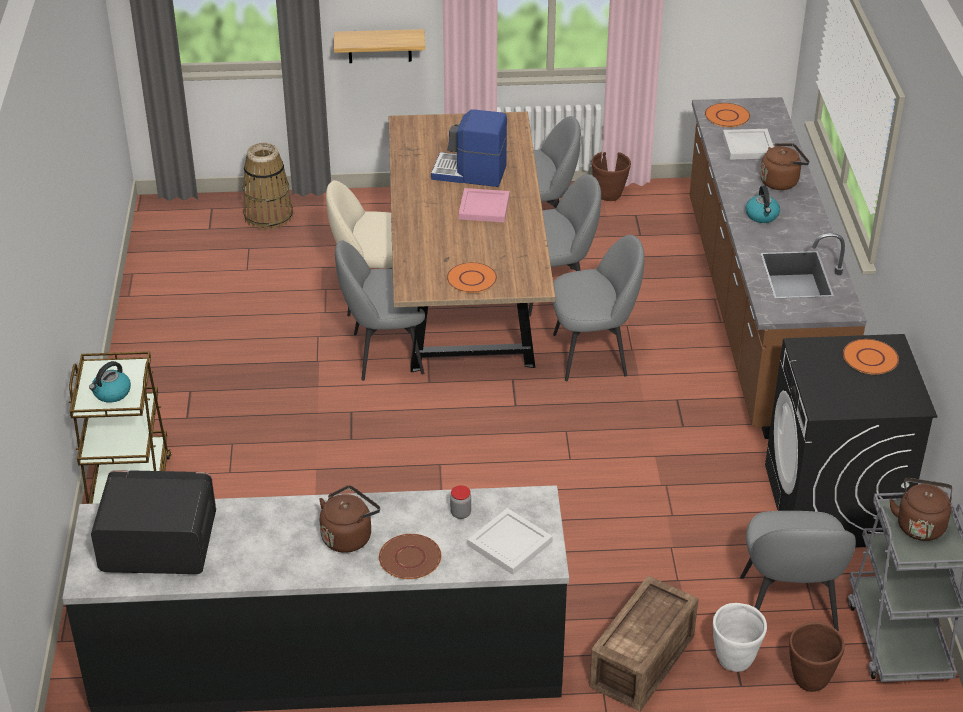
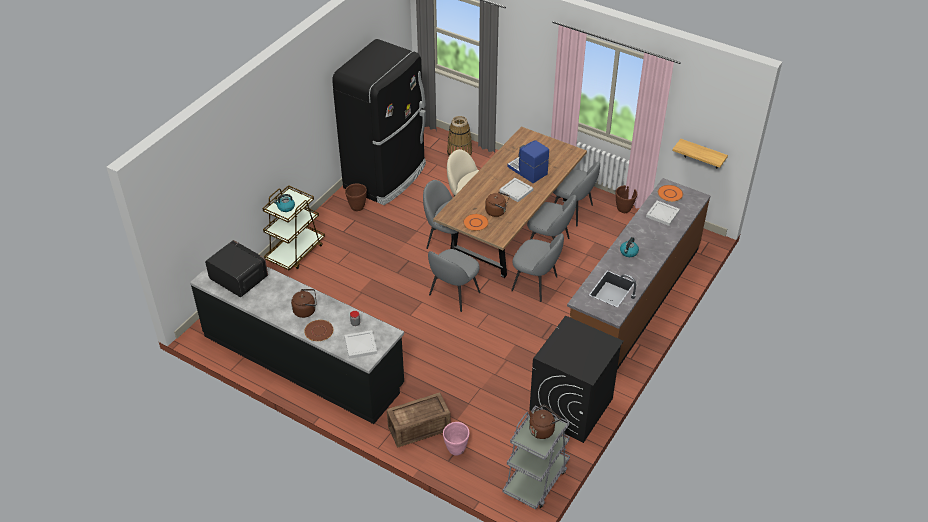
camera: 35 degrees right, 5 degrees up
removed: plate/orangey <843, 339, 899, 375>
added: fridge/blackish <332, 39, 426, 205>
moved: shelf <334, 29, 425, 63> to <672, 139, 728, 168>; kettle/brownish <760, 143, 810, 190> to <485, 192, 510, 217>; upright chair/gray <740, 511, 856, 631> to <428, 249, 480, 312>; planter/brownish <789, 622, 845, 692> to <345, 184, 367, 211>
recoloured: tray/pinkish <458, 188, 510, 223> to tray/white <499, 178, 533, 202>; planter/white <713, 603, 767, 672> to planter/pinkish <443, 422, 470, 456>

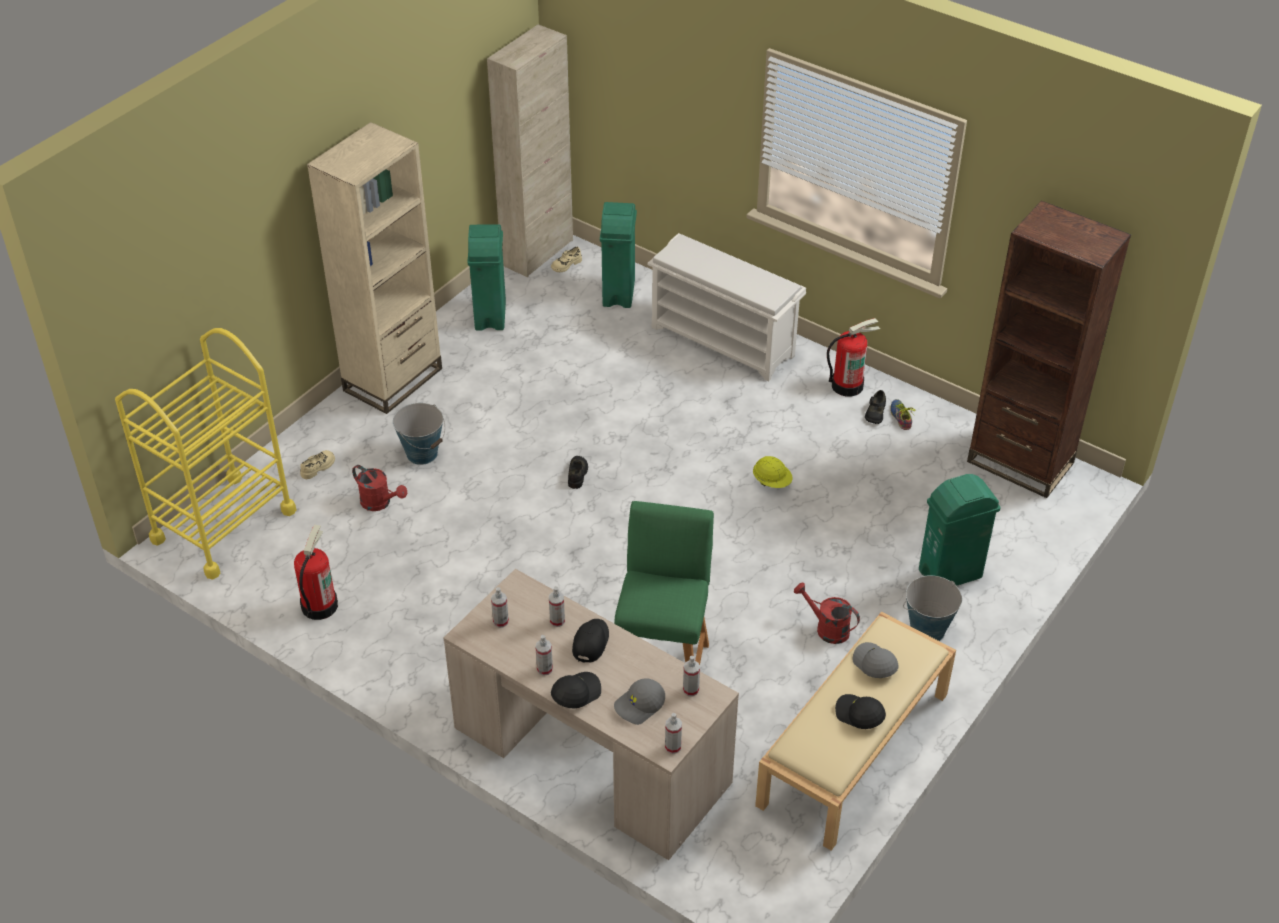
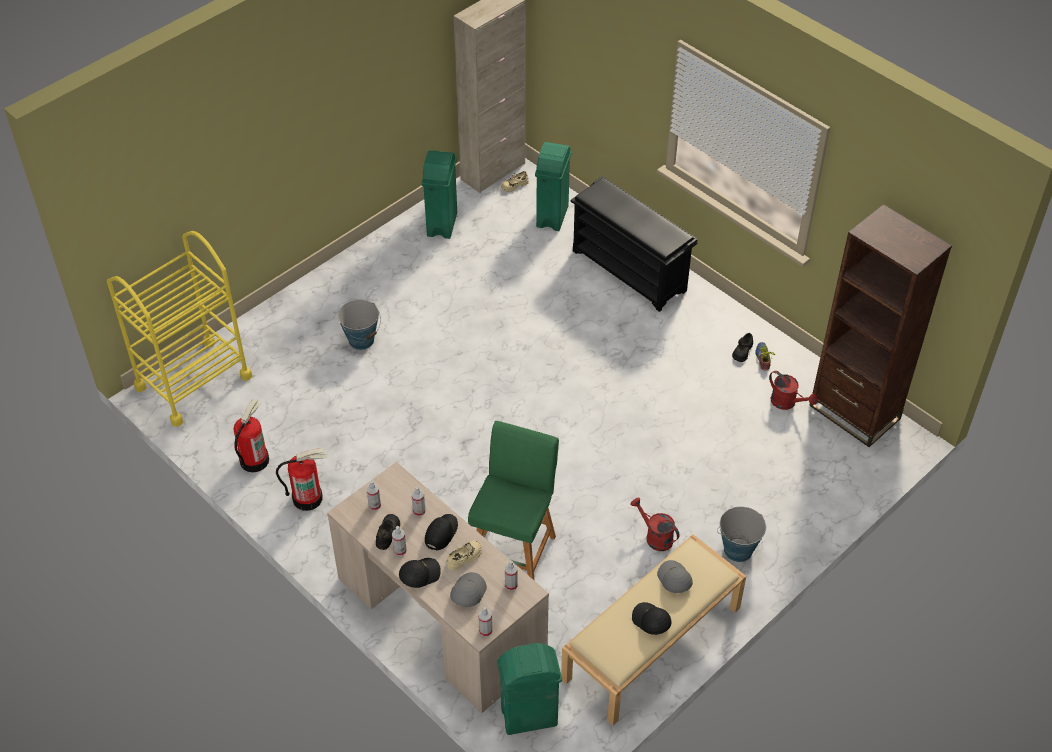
camera: 10 degrees right, 5 degrees up
removed: shelving unit/sand-coloured <307, 122, 442, 414>; work helmet/yellowish <753, 456, 793, 488>
moved: extinguisher <827, 318, 880, 397> to <276, 448, 328, 511>; low shoe/sand-coloured <300, 450, 335, 480> to <446, 541, 482, 571>; low shoe/blackish <568, 456, 588, 489> to <376, 514, 400, 550>; watering can/red <352, 465, 407, 511> to <769, 371, 817, 410>; waste bin/green-coloured <919, 474, 1000, 586> to <497, 643, 562, 735>
recoloured: shoe rack/white <648, 233, 806, 381> to shoe rack/blackish <571, 176, 697, 312>
turned: baseball cap/gray <614, 678, 665, 725> = <450, 572, 487, 607> 135 degrees clockwise

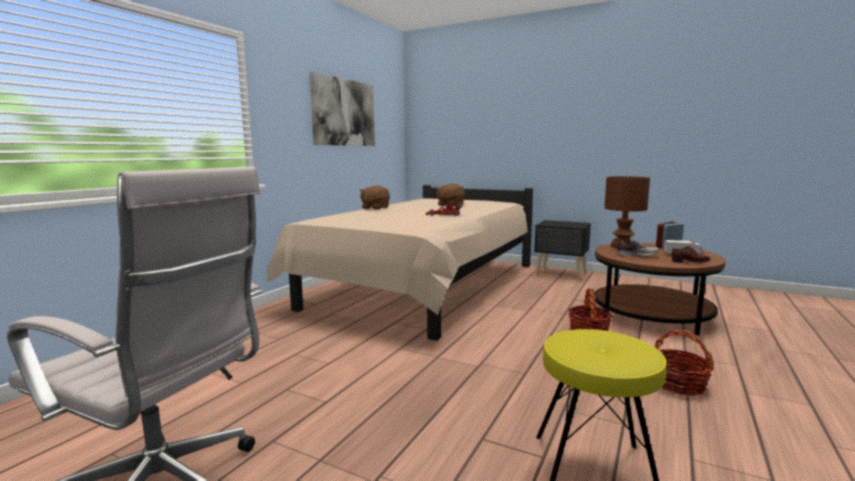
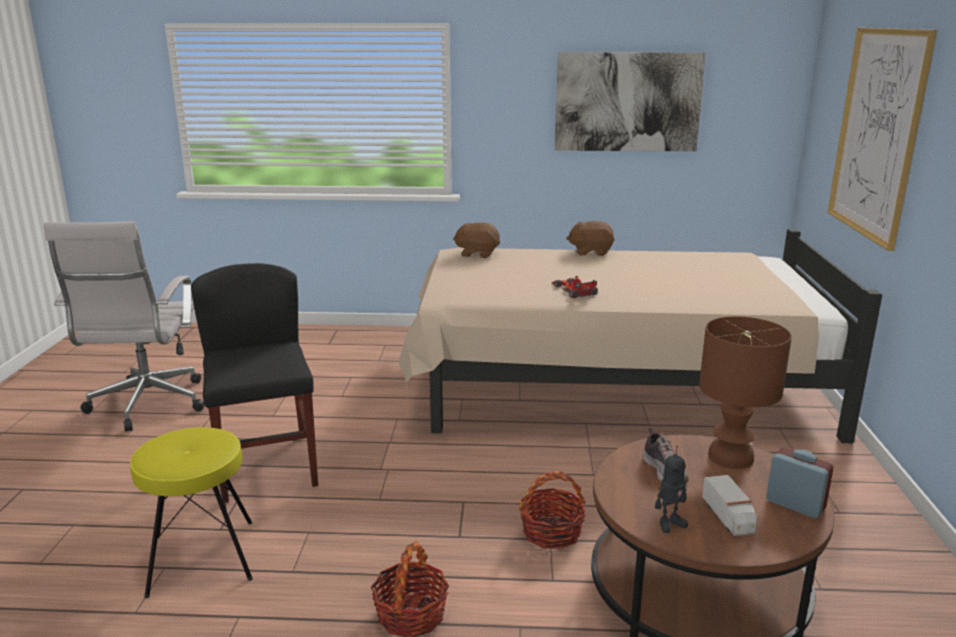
camera: 65 degrees right, 10 degrees up
removed: night table/blackish <535, 220, 591, 280>
added: wall art <827, 28, 937, 251>; upright chair/blackish <191, 263, 318, 503>
moved: soft toy/brownish <436, 183, 465, 207> to <453, 223, 500, 258>
replaced: low shoe/brownish <672, 246, 710, 263> to toy robot <655, 446, 688, 533>

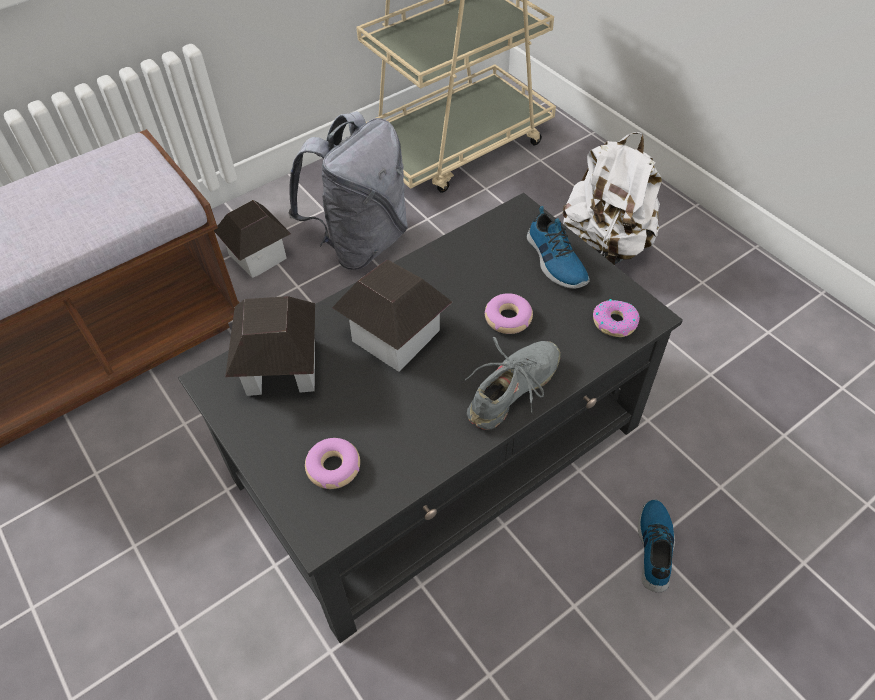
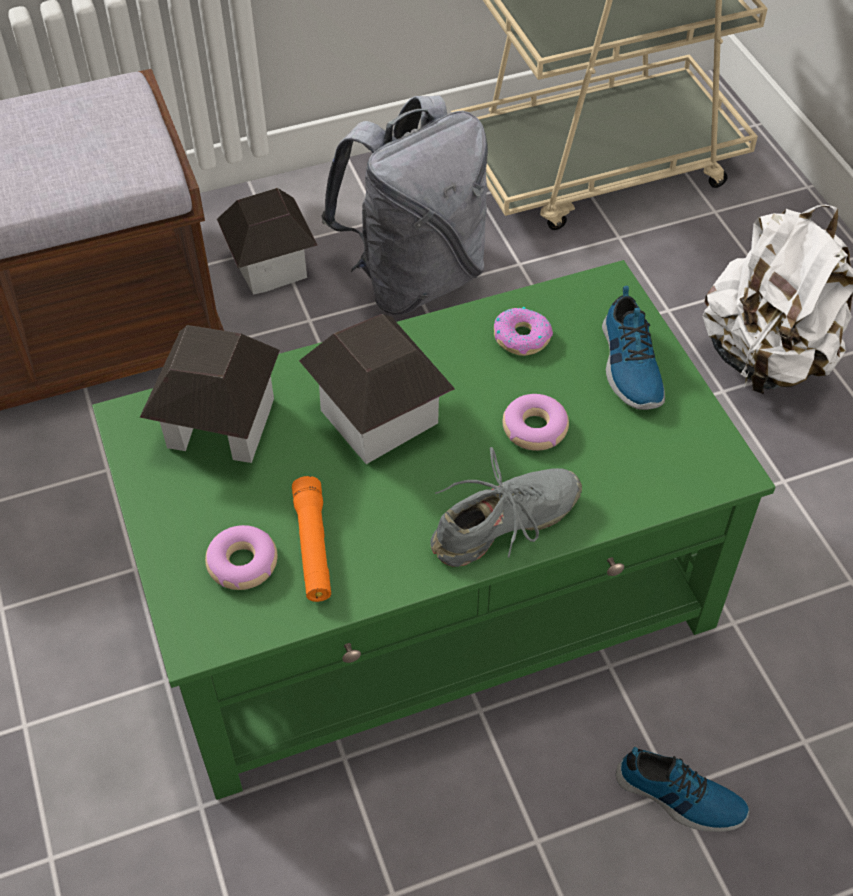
camera: 15 degrees right, 0 degrees up
added: hand torch/orangey <292, 476, 331, 602>
moved: ring doughnut <593, 299, 640, 337> to <494, 307, 553, 356>
recoloured: low table/blackish <178, 193, 683, 643> to low table/green-coloured <92, 260, 776, 800>
turned: low shoe <638, 500, 675, 593> = <616, 747, 750, 832> 90 degrees clockwise

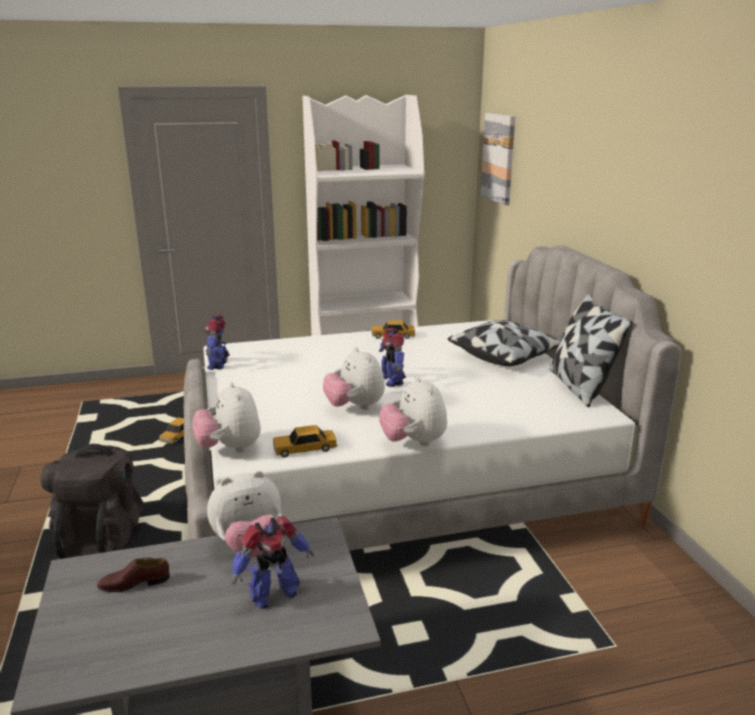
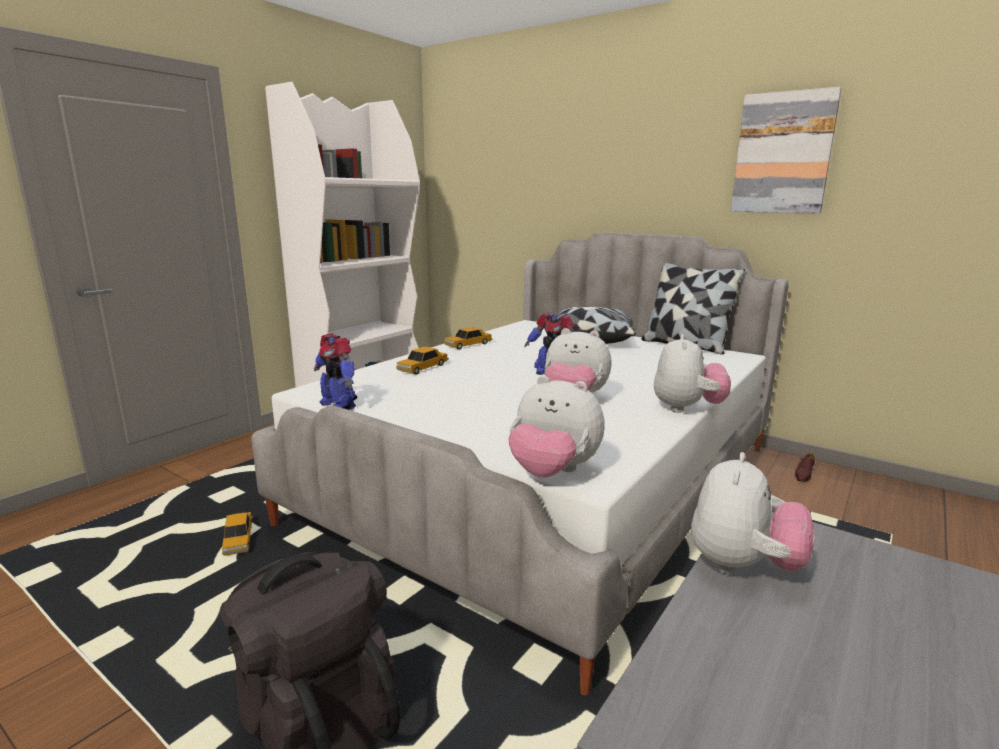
camera: 40 degrees left, 5 degrees down
removed: toy robot <231, 516, 314, 609>
moved: wall art <481, 113, 515, 205> to <731, 87, 842, 214>; toy car <273, 425, 338, 457> to <396, 346, 449, 375>; low shoe/brownish <97, 557, 170, 592> to <795, 453, 815, 482>
turned: soft toy <379, 376, 447, 446> = <654, 334, 731, 413> 105 degrees counterclockwise

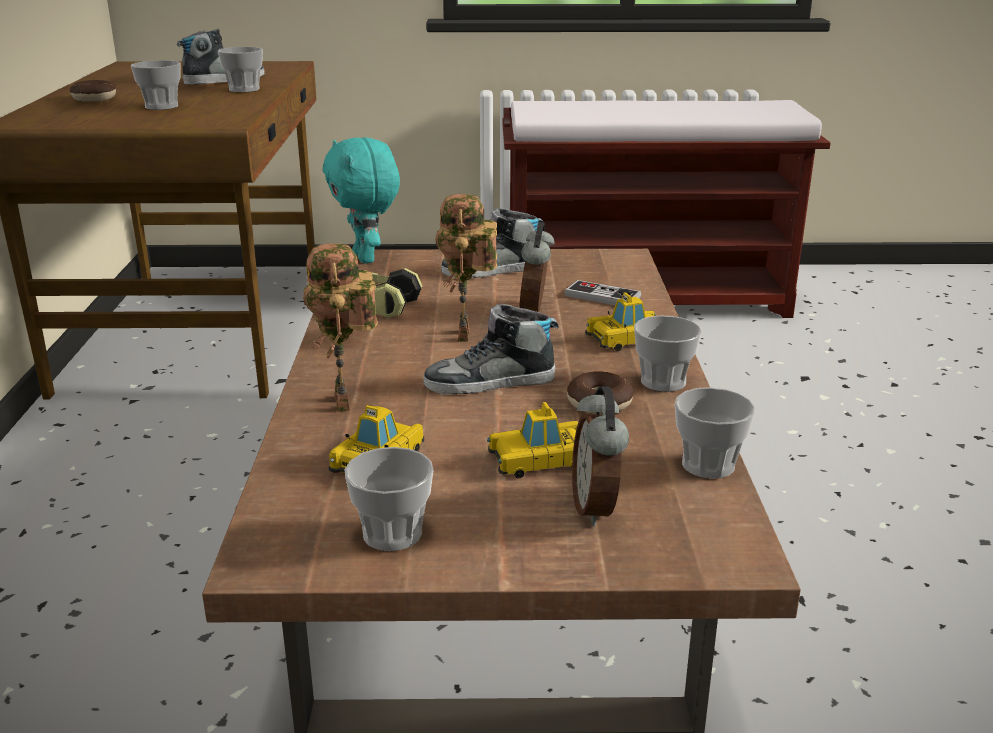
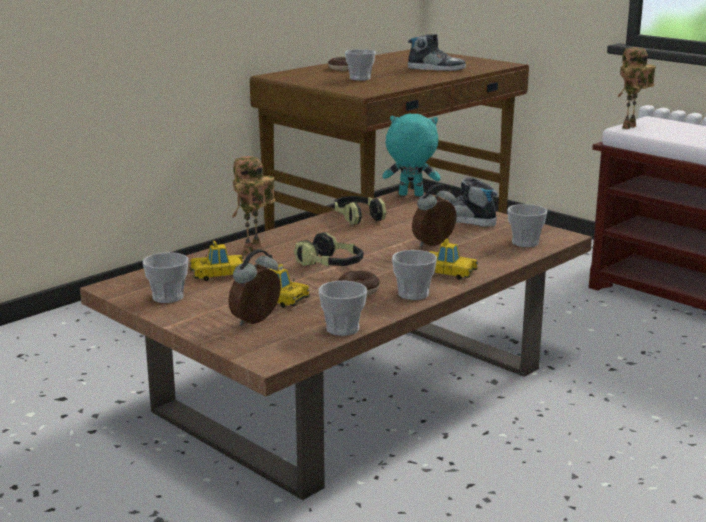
camera: 45 degrees right, 5 degrees down
removed: joypad <565, 280, 641, 305>
moved: small cup <218, 47, 263, 92> to <507, 204, 547, 247>; toy robot <435, 194, 497, 342> to <618, 47, 656, 129>
replaced: low shoe <424, 304, 559, 394> to headphones <294, 232, 363, 267>
turned: soft toy/turquoise <322, 137, 400, 263> = <383, 114, 440, 196> 75 degrees clockwise

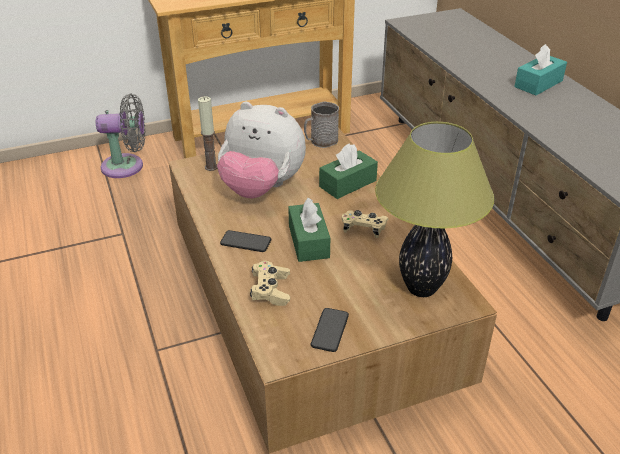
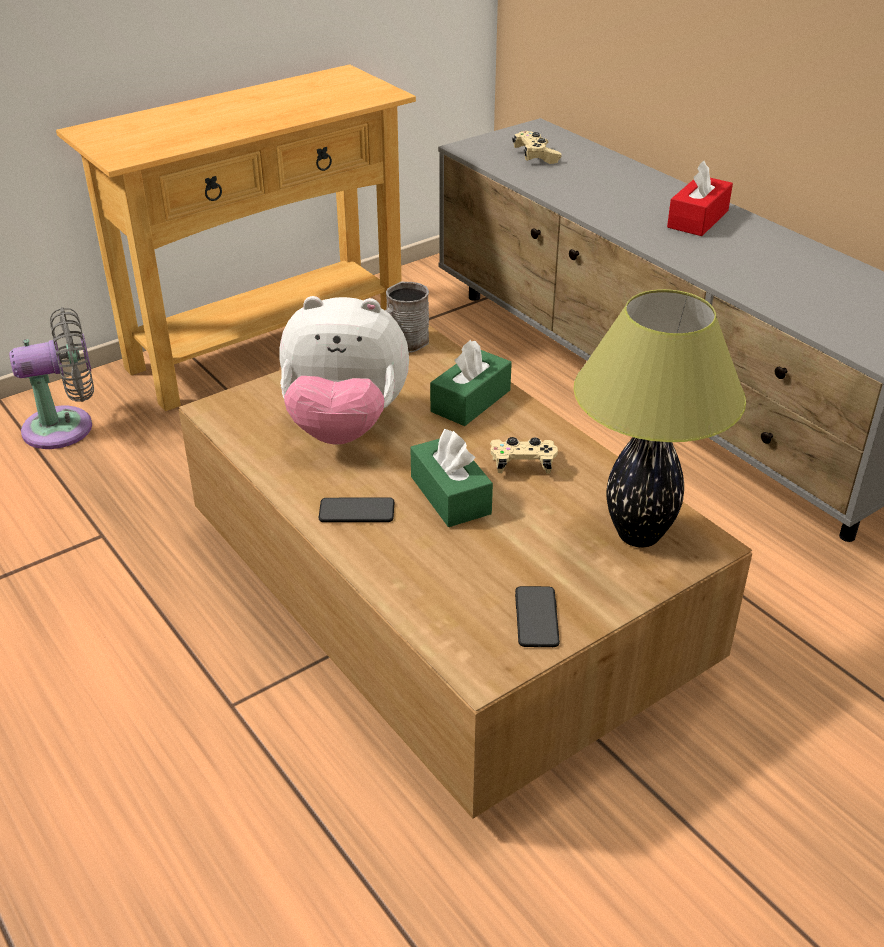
camera: 15 degrees left, 0 degrees up
removed: candle <198, 96, 217, 171>
moved: joypad/sand-coloured <250, 261, 290, 306> to <513, 131, 562, 164>
recoloured: tissue box/turquoise <514, 44, 567, 95> to tissue box/red <667, 161, 733, 236>

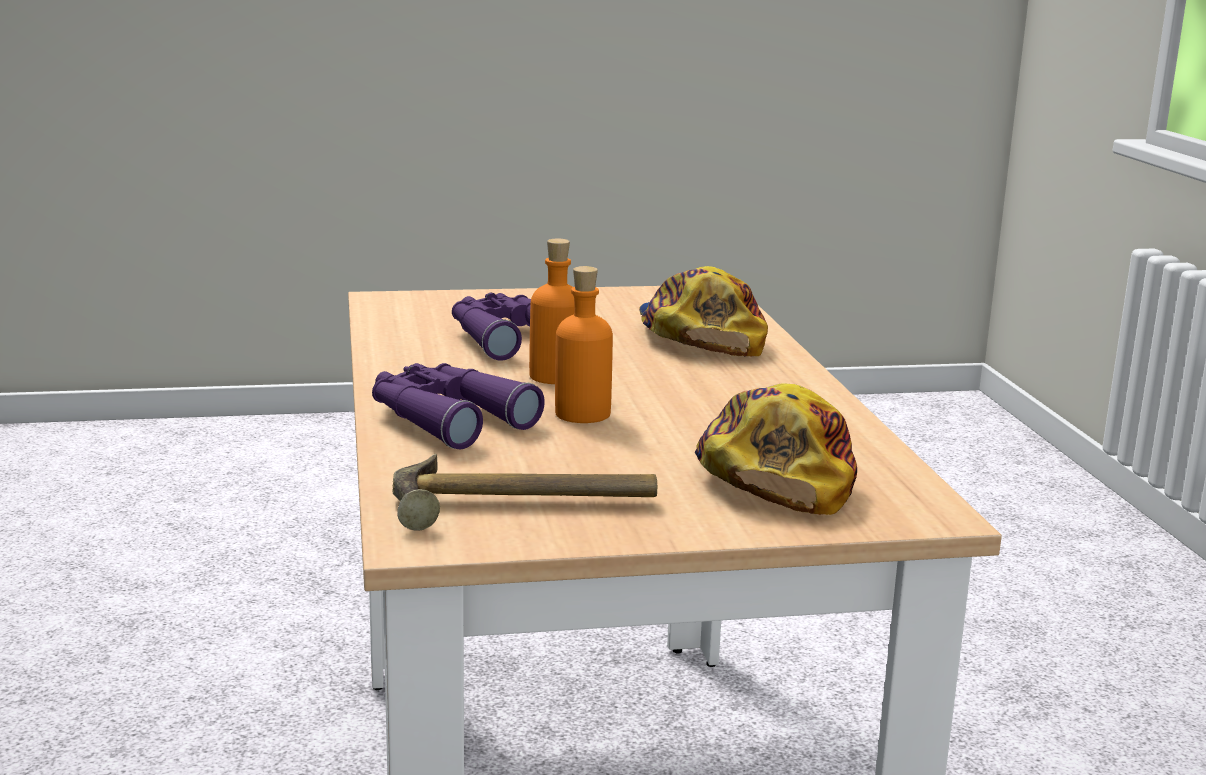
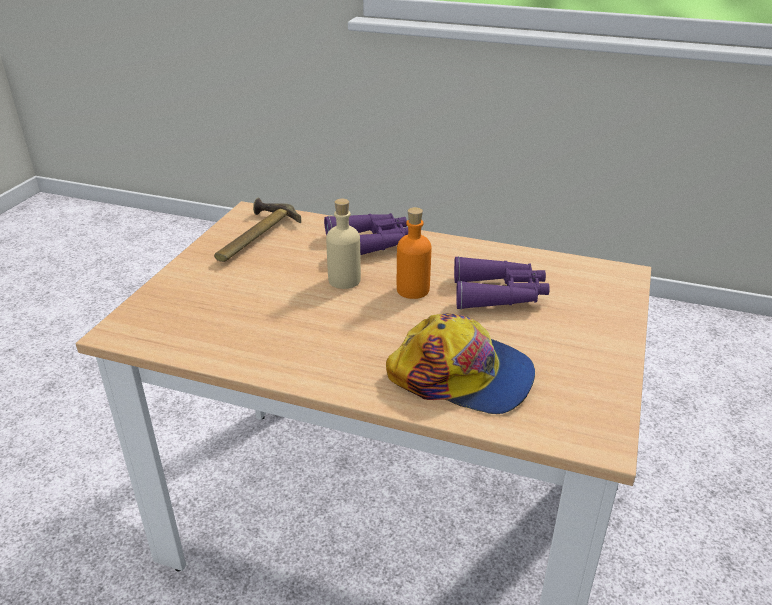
camera: 120 degrees right, 15 degrees up
removed: baseball cap <695, 383, 857, 515>
recoloured: drink bottle/orangey <555, 266, 613, 423> to drink bottle/sand-coloured <326, 199, 361, 289>

